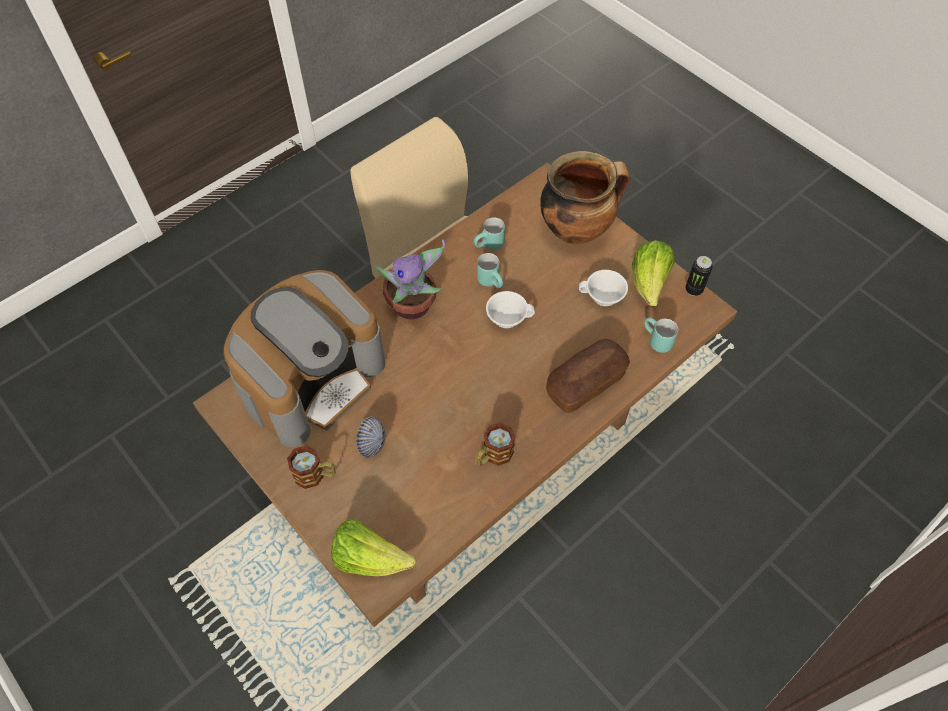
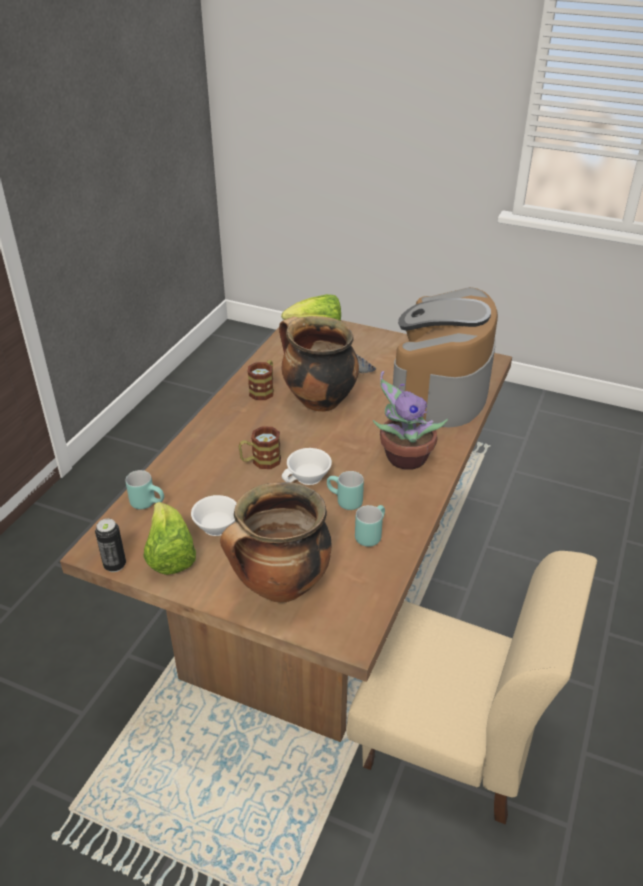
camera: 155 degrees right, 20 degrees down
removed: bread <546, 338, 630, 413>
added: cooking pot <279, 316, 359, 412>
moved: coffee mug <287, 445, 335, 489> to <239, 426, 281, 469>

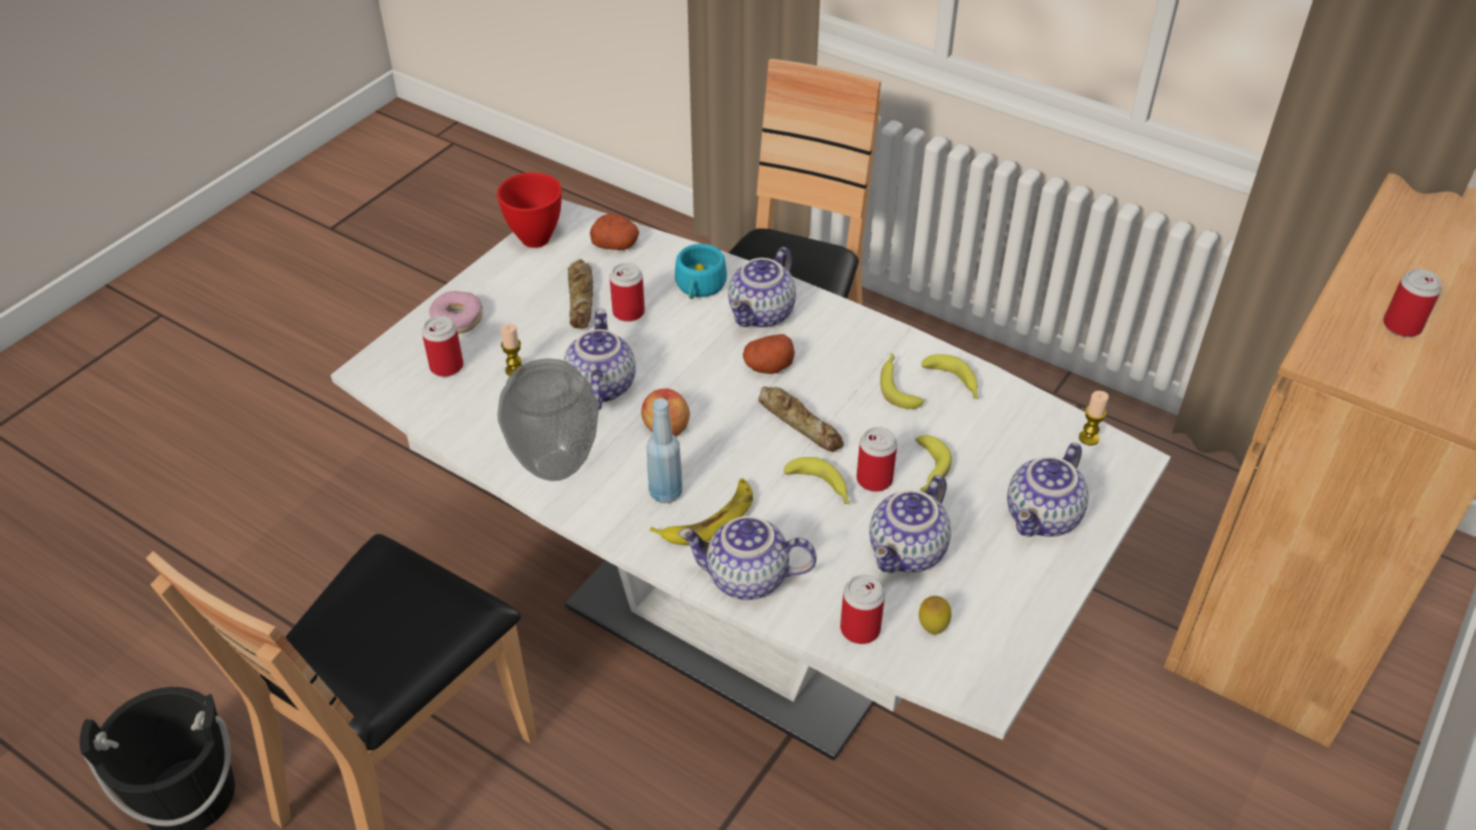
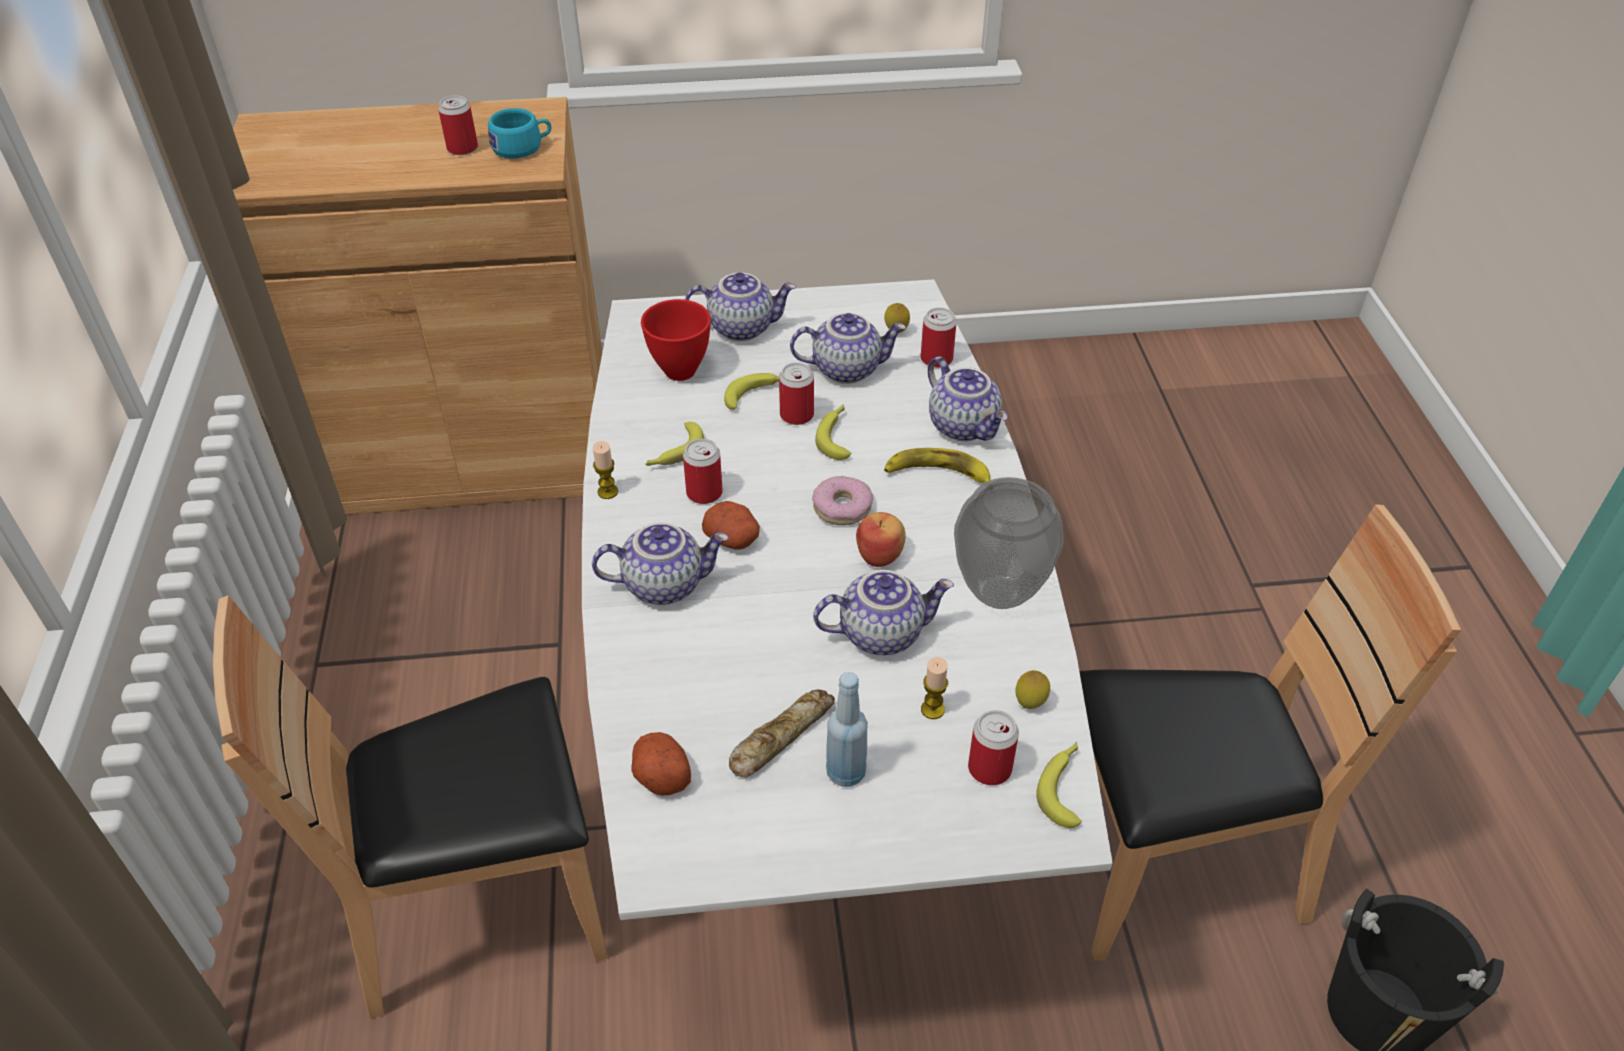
camera: 130 degrees left, 0 degrees up
removed: bread <758, 386, 844, 452>
added: citrus fruit <1015, 670, 1050, 709>
moved: deep dish/red <497, 172, 562, 248> to <641, 299, 711, 381>; small cup/turquoise <675, 244, 727, 299> to <488, 108, 551, 159>; metal can <610, 263, 645, 322> to <683, 439, 723, 504>; ring doughnut <429, 291, 483, 334> to <812, 476, 873, 525>; banana fruit <921, 354, 979, 399> to <1036, 742, 1082, 828>; candle <1079, 391, 1109, 446> to <593, 441, 618, 499>; drink bottle/bluish <646, 398, 682, 503> to <826, 672, 868, 787>
turned: teapot <564, 309, 636, 410> = <813, 570, 954, 655> 150 degrees counterclockwise

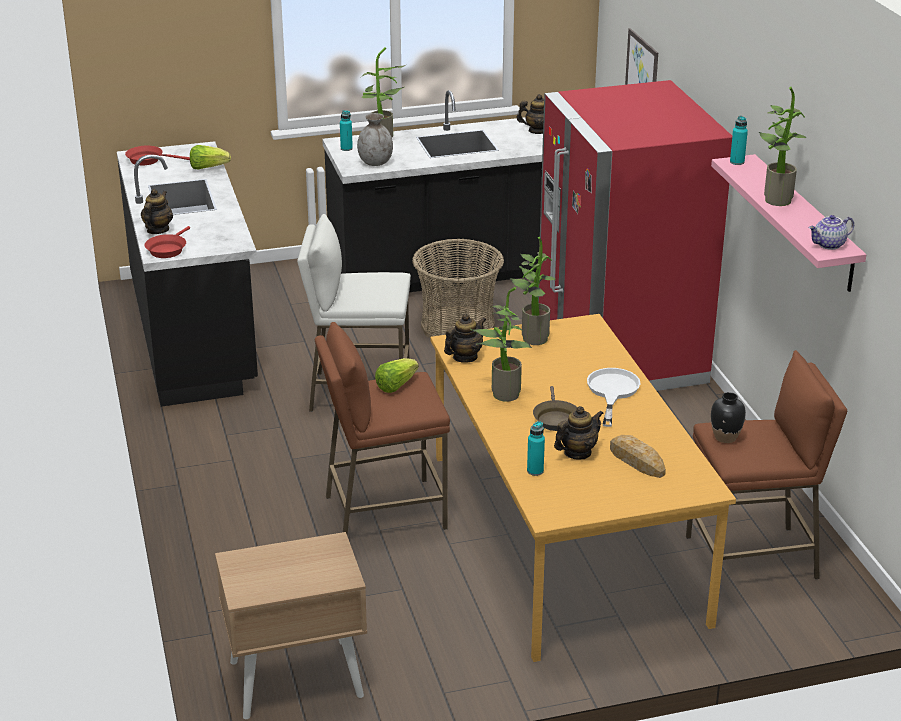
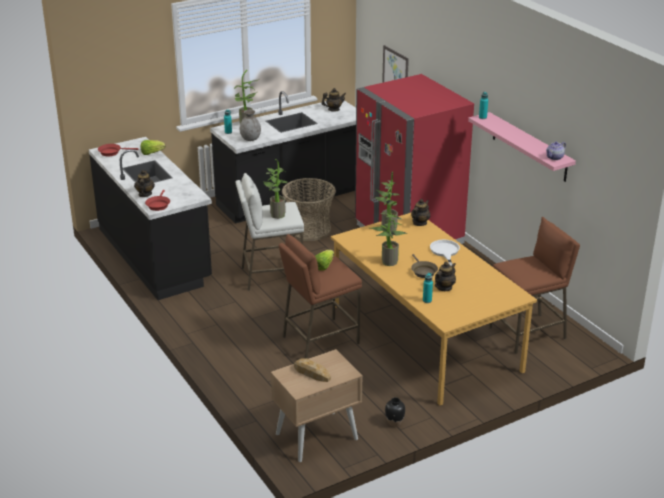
camera: 15 degrees left, 0 degrees up
moved: potted plant <759, 87, 806, 206> to <263, 159, 288, 219>; teapot <444, 314, 486, 363> to <411, 199, 430, 226>; decorative vase/blackish <711, 392, 746, 443> to <385, 397, 405, 427>; bread <610, 435, 666, 478> to <294, 358, 331, 382>

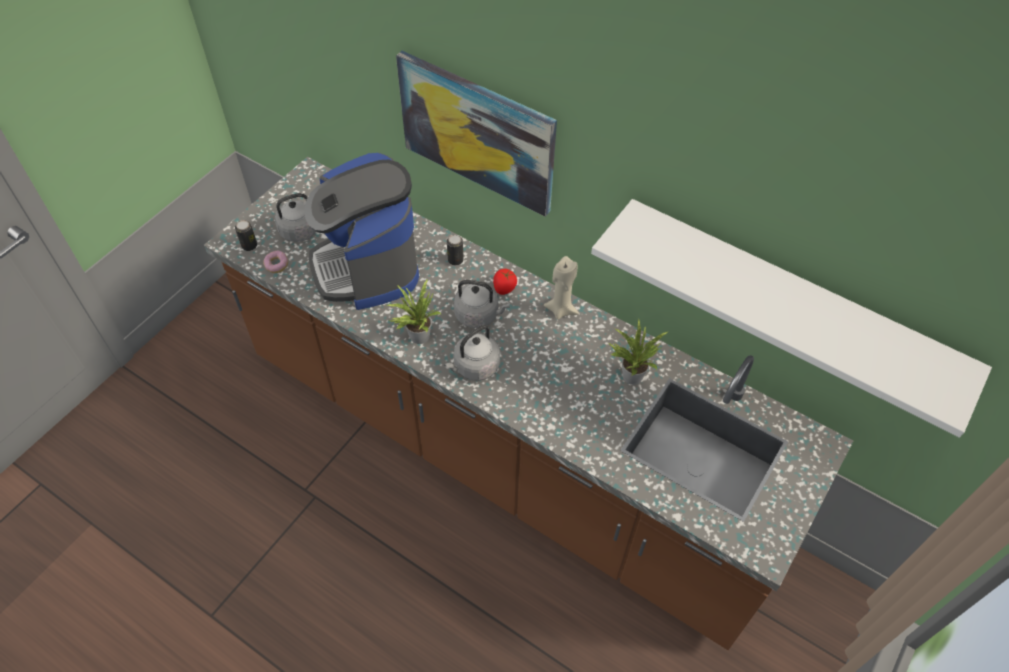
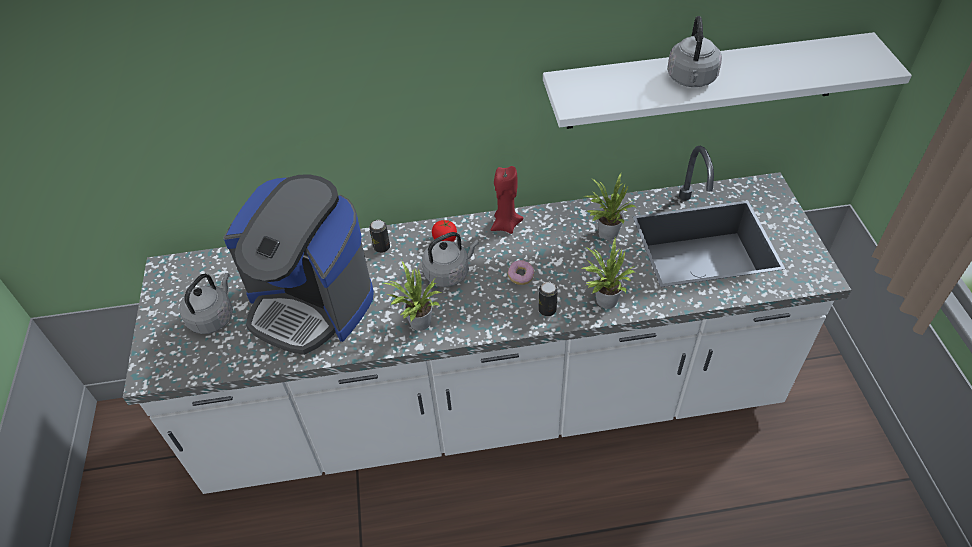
camera: 40 degrees left, 5 degrees down
removed: wall art <396, 51, 557, 217>
added: potted plant <581, 238, 636, 309>
moved: metal can <235, 220, 257, 251> to <538, 282, 558, 316>; ring doughnut <263, 250, 288, 273> to <508, 260, 534, 285>; kettle/gray <444, 325, 500, 381> to <667, 16, 722, 87>
recoloured: kitchen base unit/brownish <204, 157, 853, 650> to kitchen base unit/white <123, 146, 851, 494>; candle/sand-coloured <544, 256, 579, 320> to candle/red <491, 166, 524, 234>

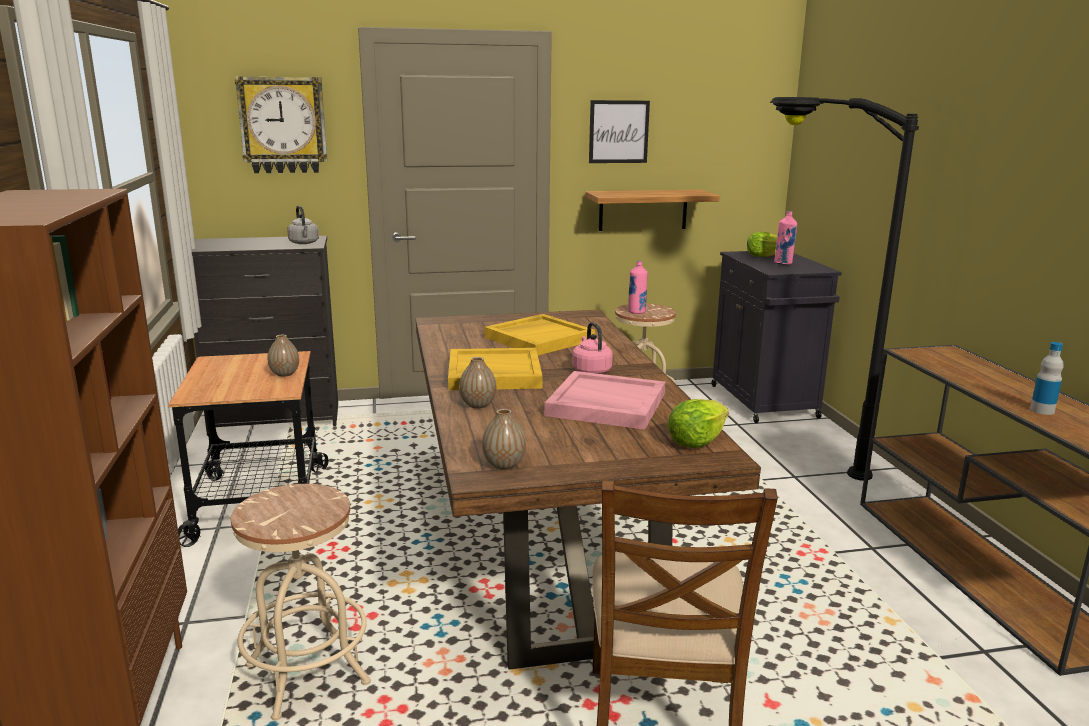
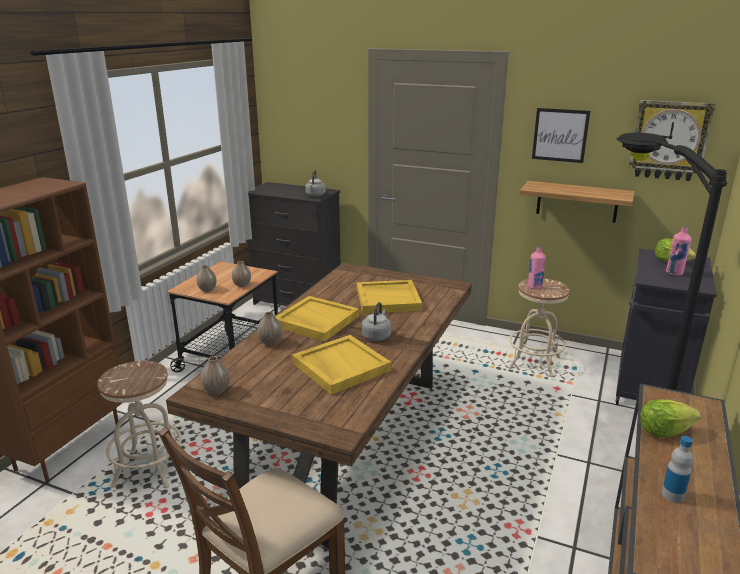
camera: 35 degrees right, 5 degrees up
added: decorative vase <197, 265, 217, 292>
moved: wall clock <235, 77, 327, 173> to <629, 100, 715, 181>; lettuce <667, 399, 729, 448> to <640, 399, 701, 437>
recoloured: kettle/pinkish <572, 322, 613, 374> to kettle/gray <361, 302, 391, 341>; tray/pinkish <545, 371, 665, 430> to tray/yellowish <292, 335, 391, 395>

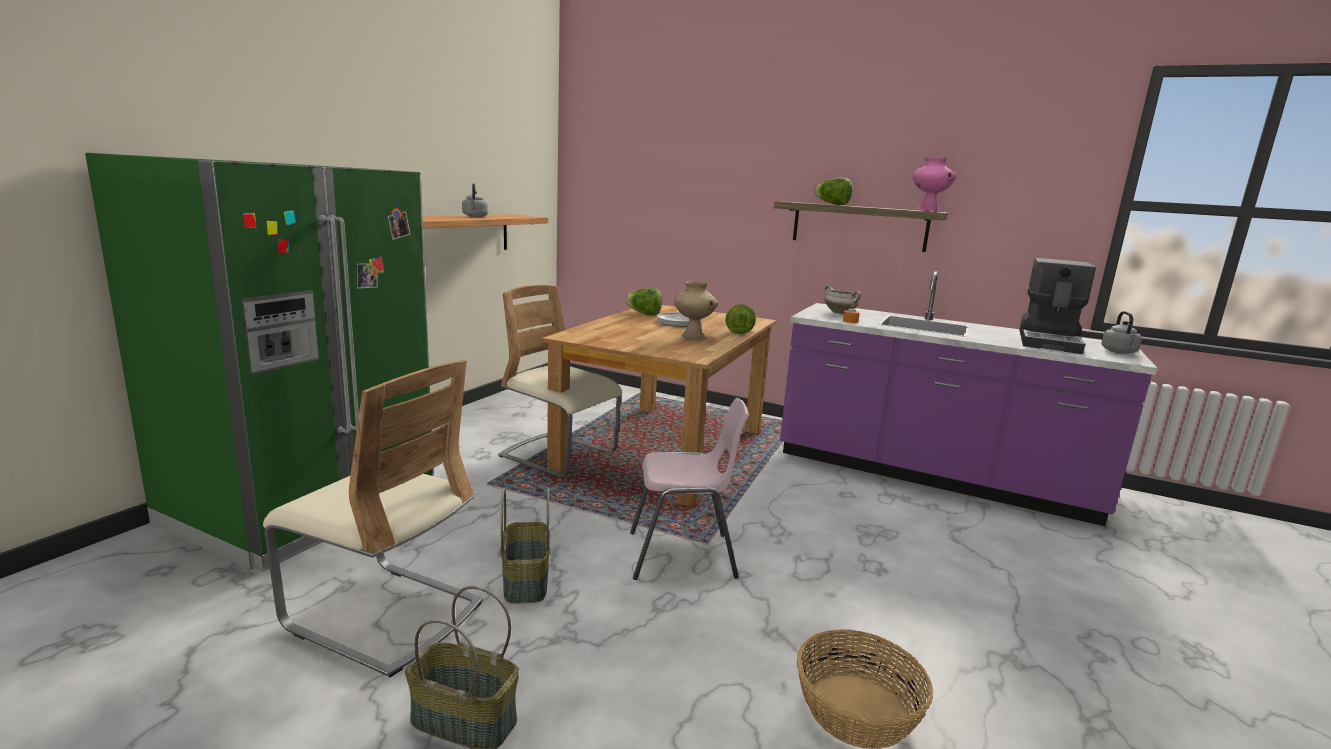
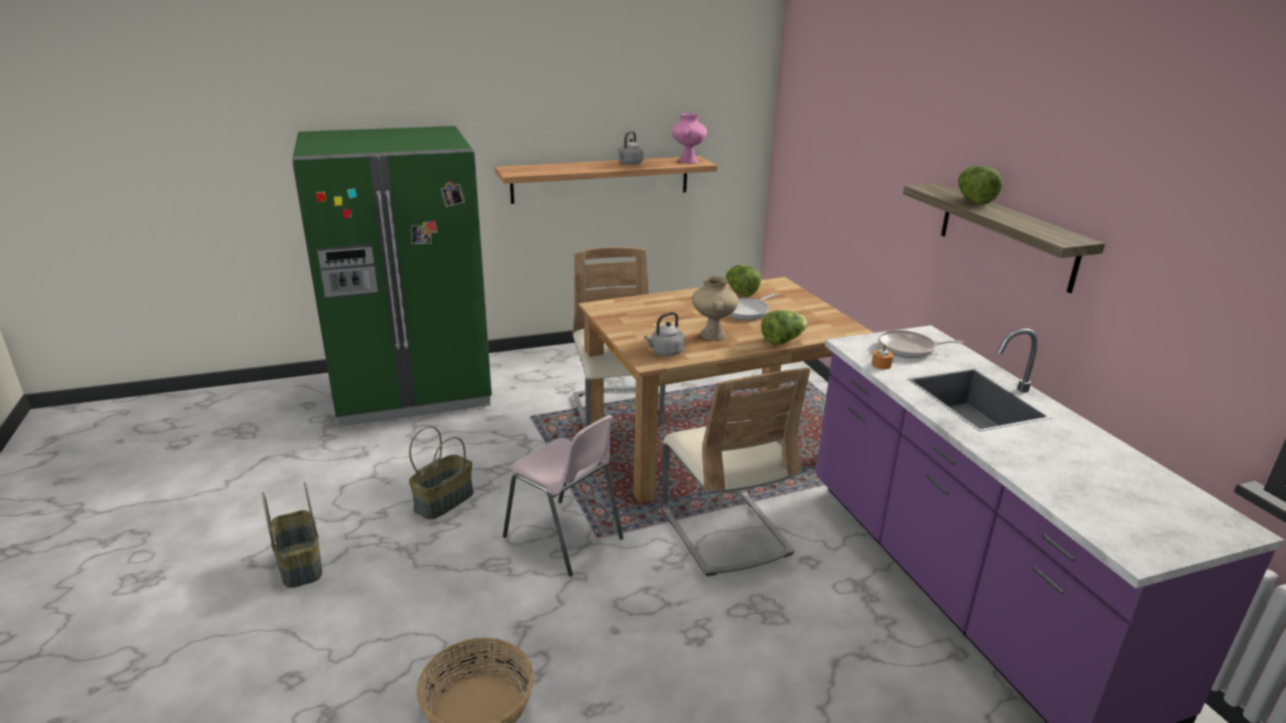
camera: 45 degrees right, 10 degrees up
removed: coffee maker <1020, 258, 1096, 354>
moved: decorative vase/pinkish <913, 157, 957, 212> to <672, 113, 707, 164>; kettle/gray <1101, 311, 1142, 354> to <644, 312, 685, 356>; upright chair/sand-coloured <263, 360, 483, 677> to <662, 368, 811, 576>
replaced: cooking pot/white <824, 285, 861, 314> to skillet <878, 330, 964, 358>

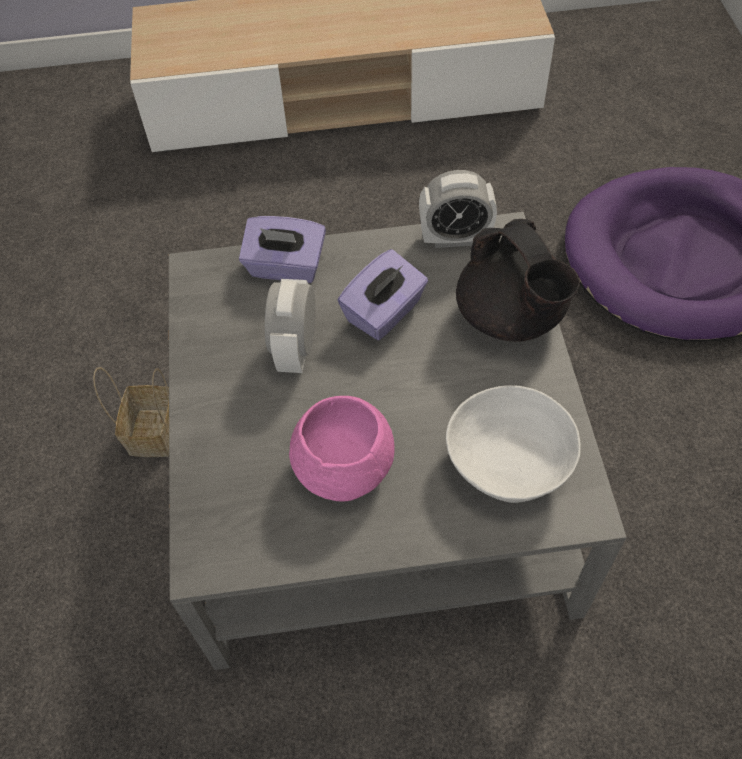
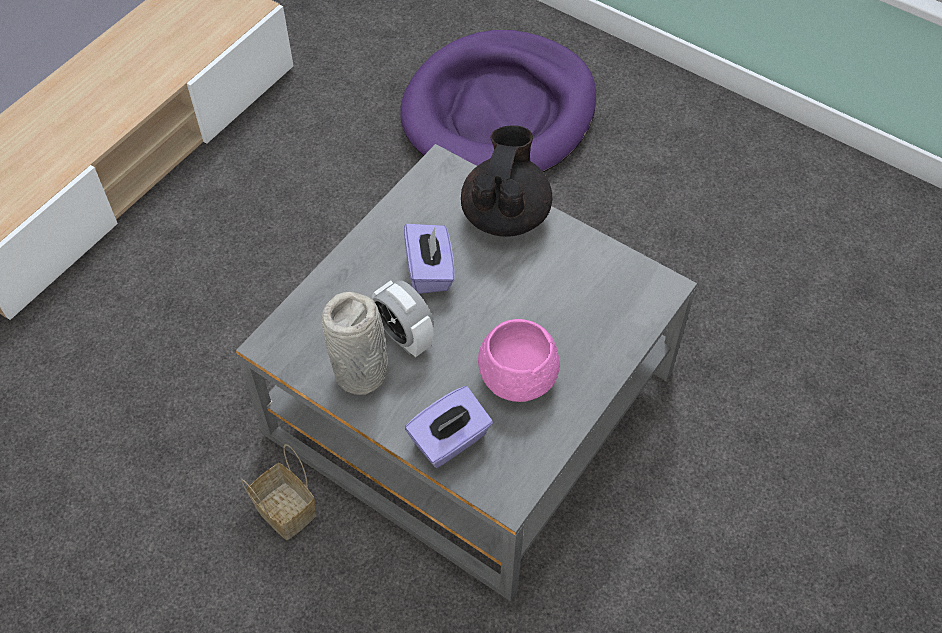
camera: 50 degrees left, 0 degrees up
removed: bedside clock <419, 170, 497, 248>; deep dish/white <446, 385, 581, 503>
added: decorative vase/gray <322, 292, 387, 395>
moved: tissue box/purple-coloured <239, 216, 326, 283> to <405, 386, 493, 468>
turned: teapot/blackish <456, 219, 580, 342> = <461, 126, 552, 237> 90 degrees counterclockwise

